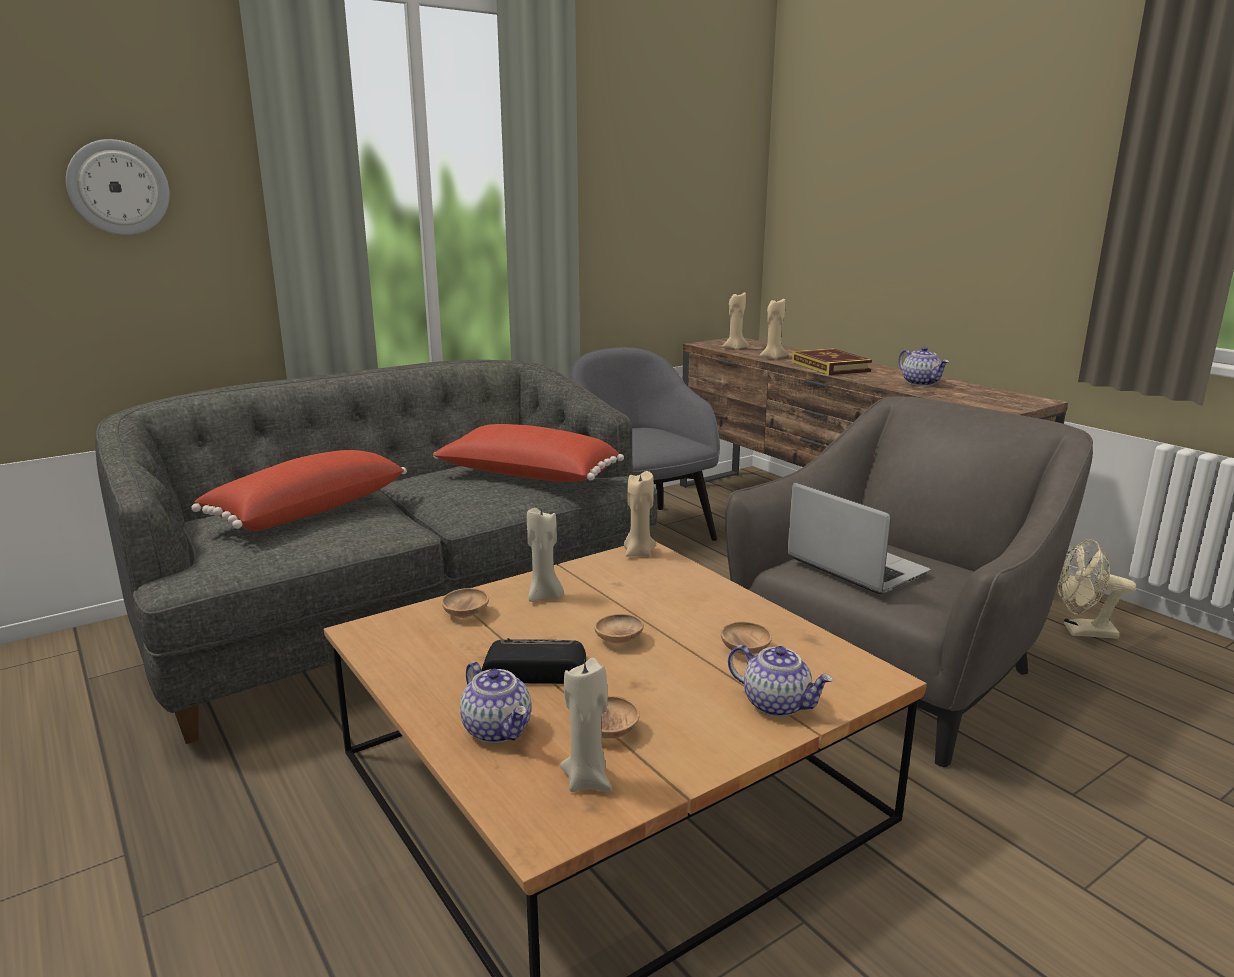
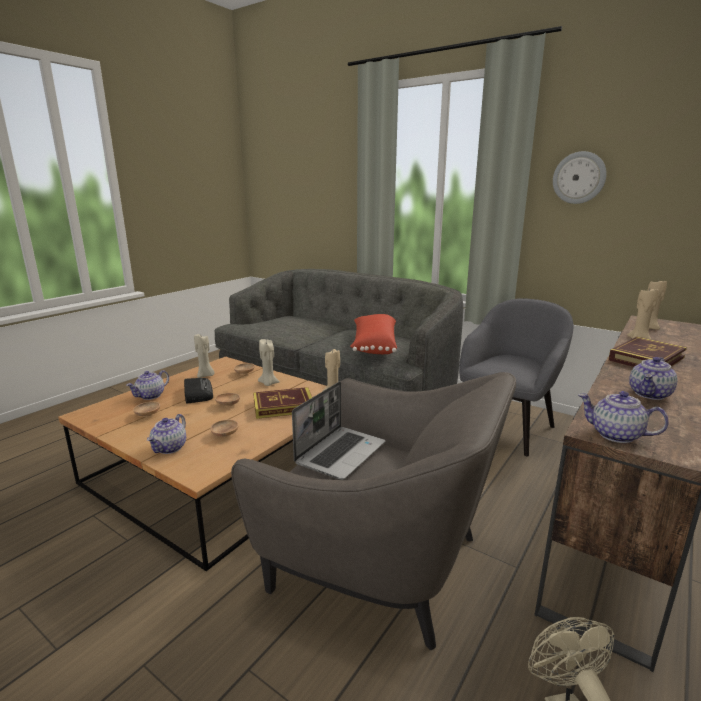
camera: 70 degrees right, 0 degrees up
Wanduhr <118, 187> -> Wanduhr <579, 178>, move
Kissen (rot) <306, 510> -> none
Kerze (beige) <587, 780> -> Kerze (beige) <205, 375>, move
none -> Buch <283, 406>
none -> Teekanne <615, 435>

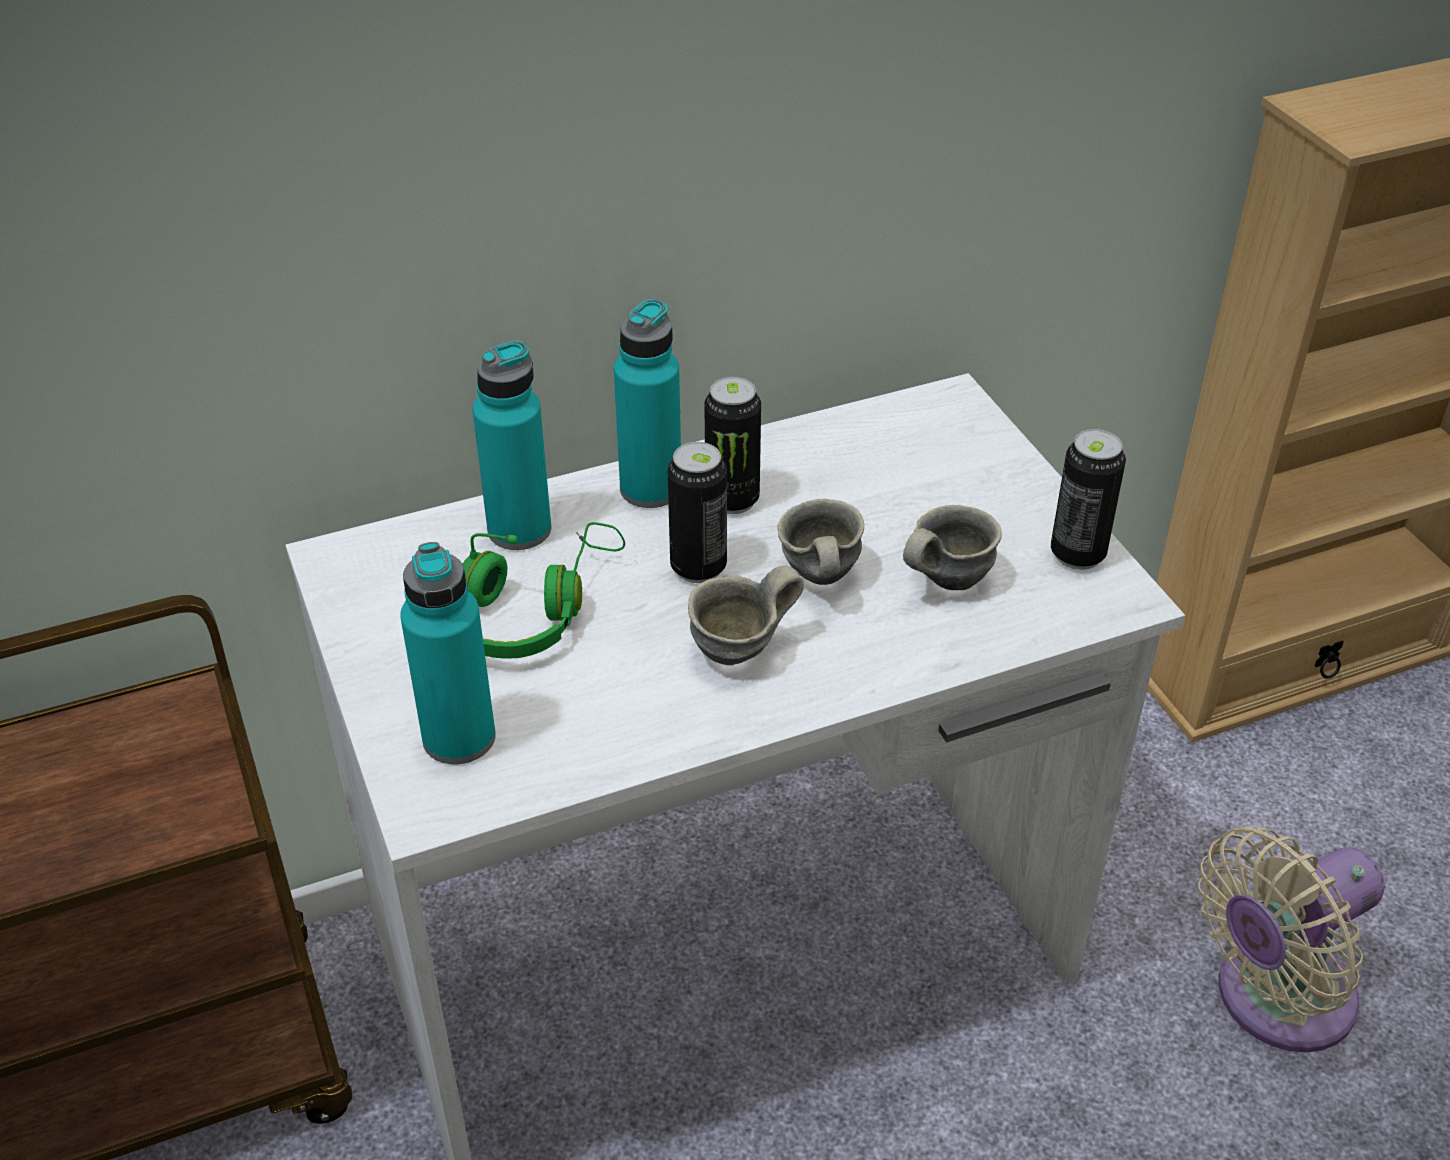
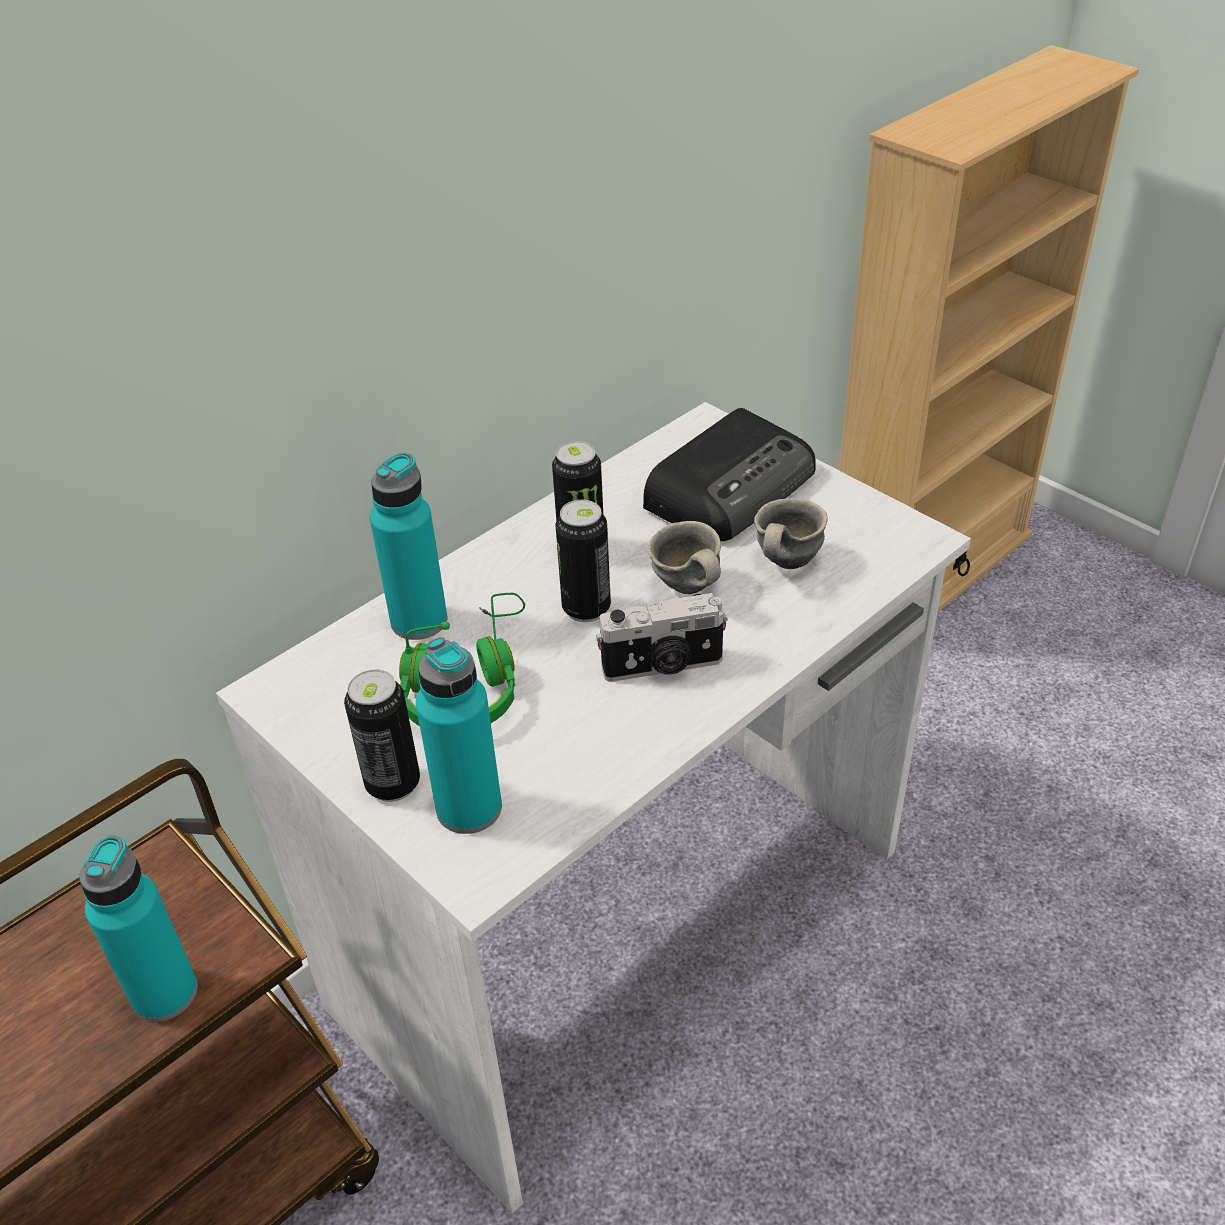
camera: 20 degrees left, 0 degrees up
Flasche (türkis) <651, 489> -> Flasche (türkis) <164, 993>, move
Henkelbecher (grau) <742, 654> -> Kamera <663, 667>
Dose <1077, 554> -> Dose <393, 784>, move
Ventilator (beige) <1273, 1000> -> none
none -> Radio <732, 487>

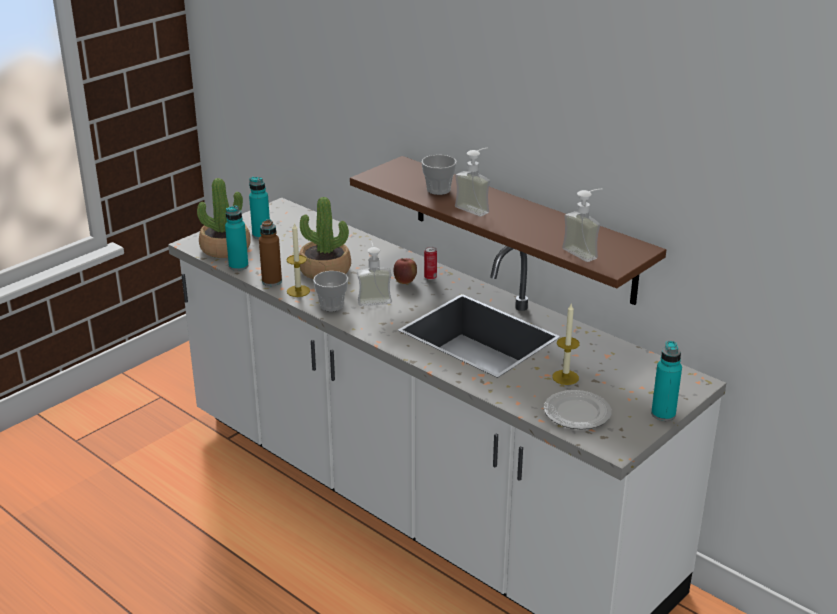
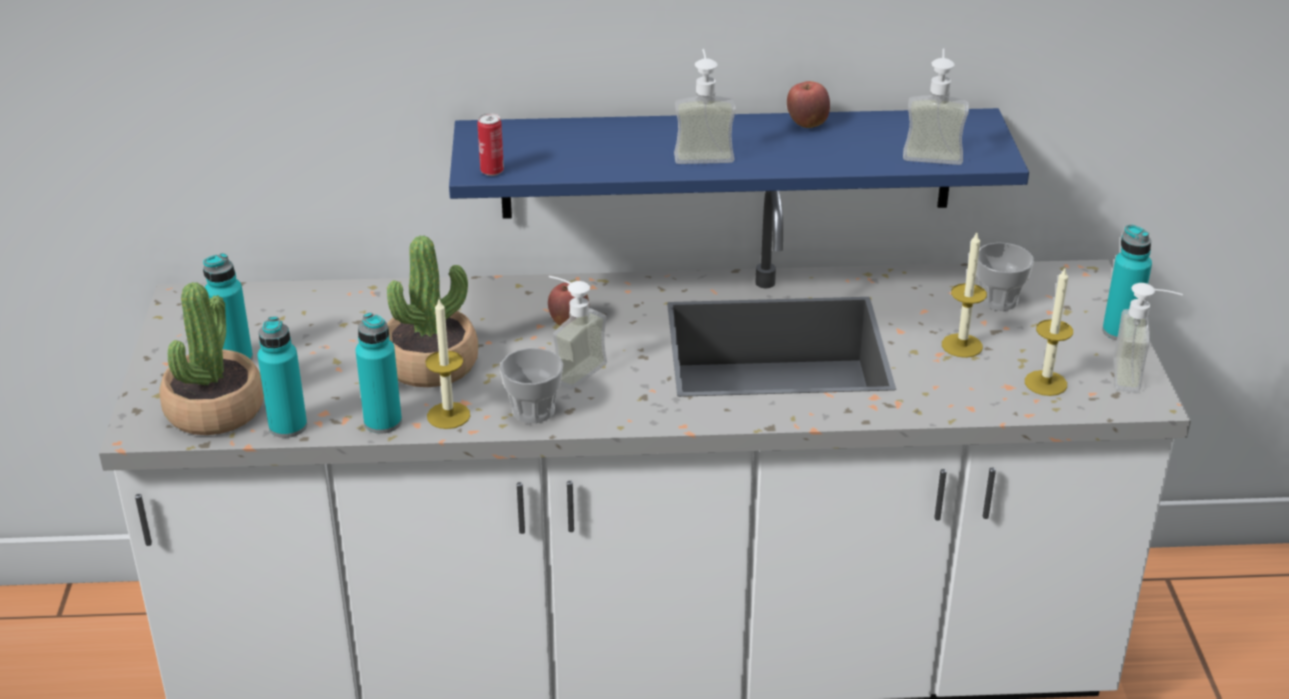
camera: 45 degrees left, 5 degrees up
Flasche (braun) <272, 281> -> Flasche (türkis) <383, 422>
Wandregal (braun) <521, 229> -> Wandregal (blau) <727, 163>
Tasse <438, 190> -> Tasse <998, 300>, move
Dose <430, 277> -> Dose <492, 171>, move
Teller <576, 413> -> Kerze <1045, 383>
none -> Apfel <807, 124>
none -> Seifenspender <1138, 376>

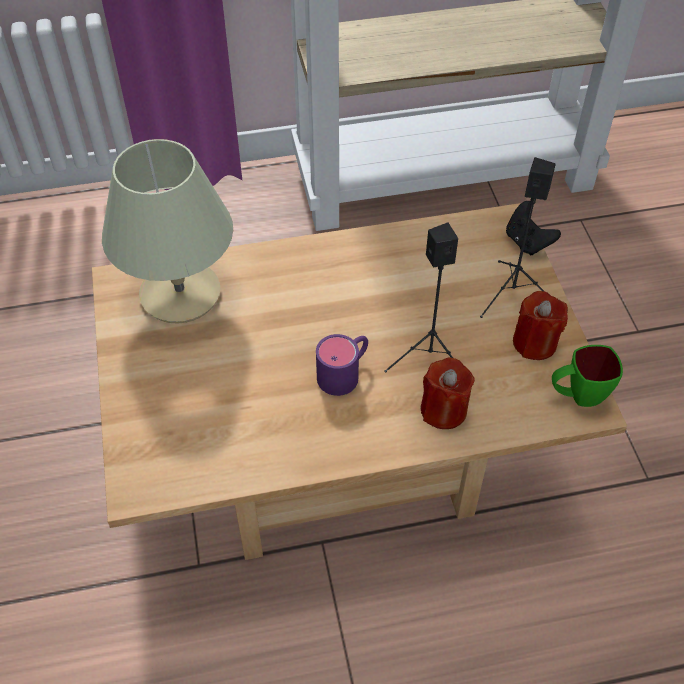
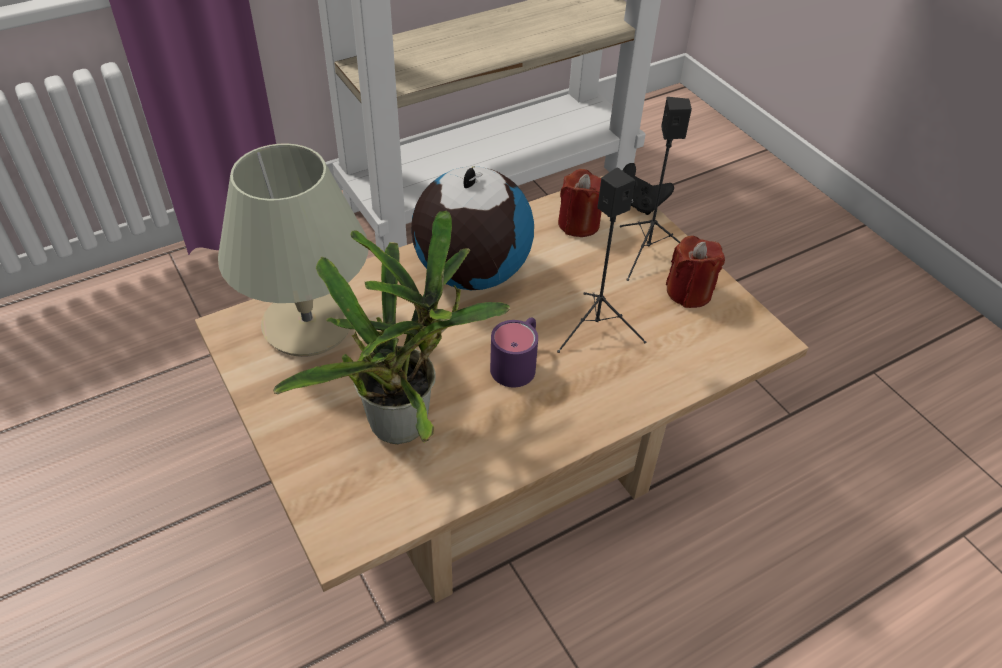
camera: 20 degrees left, 5 degrees down
Kerze (rot) <443, 410> -> Kerze (rot) <579, 224>, move
Henkelbecher (grün) <577, 396> -> none
none -> Topfpflanze <406, 419>
none -> Globus <471, 273>

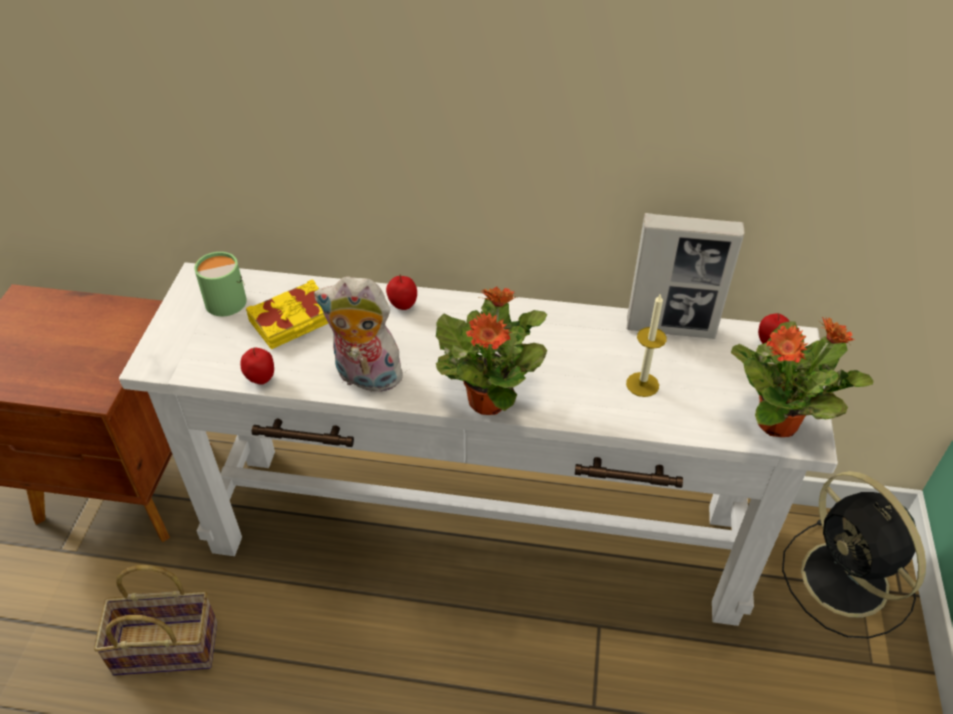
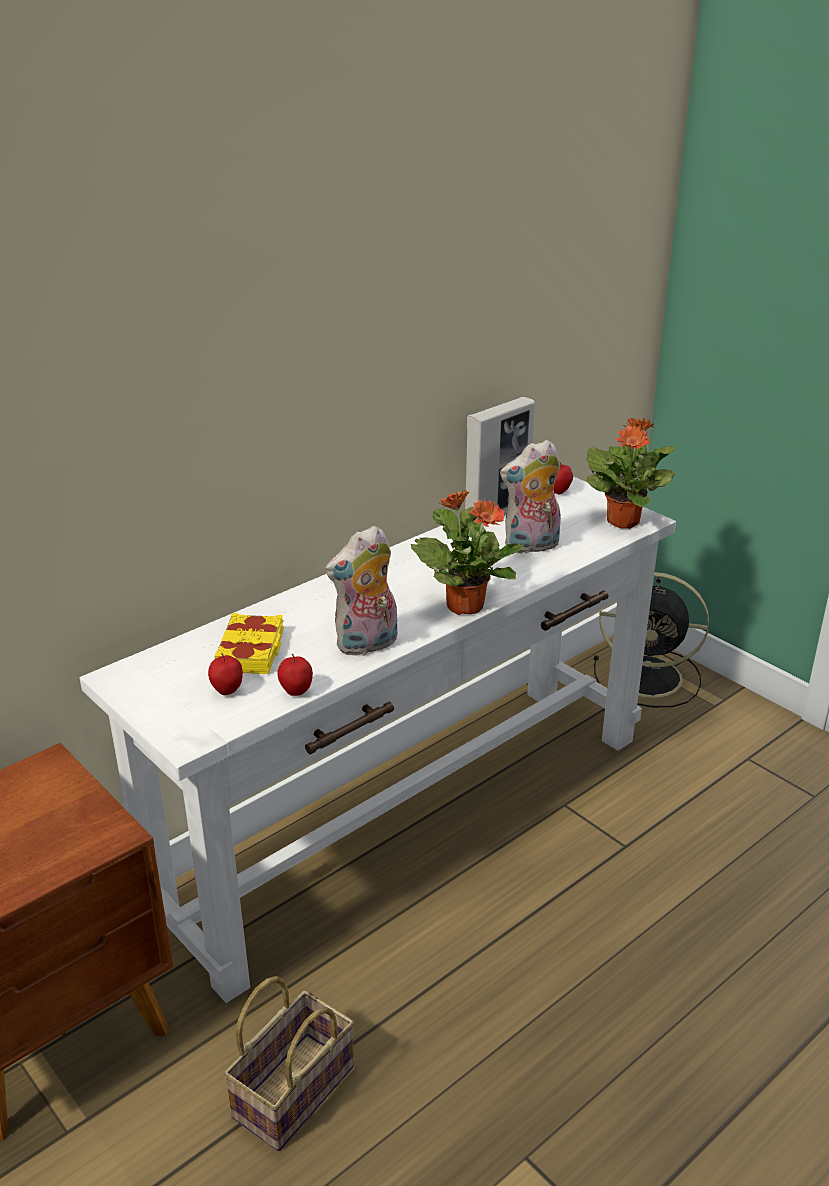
camera: 50 degrees left, 15 degrees down
Henkelbecher (grün) <225, 298> -> none
Apfel <403, 306> -> Apfel <227, 692>, move
Kerze <642, 384> -> Plüschtier <531, 546>

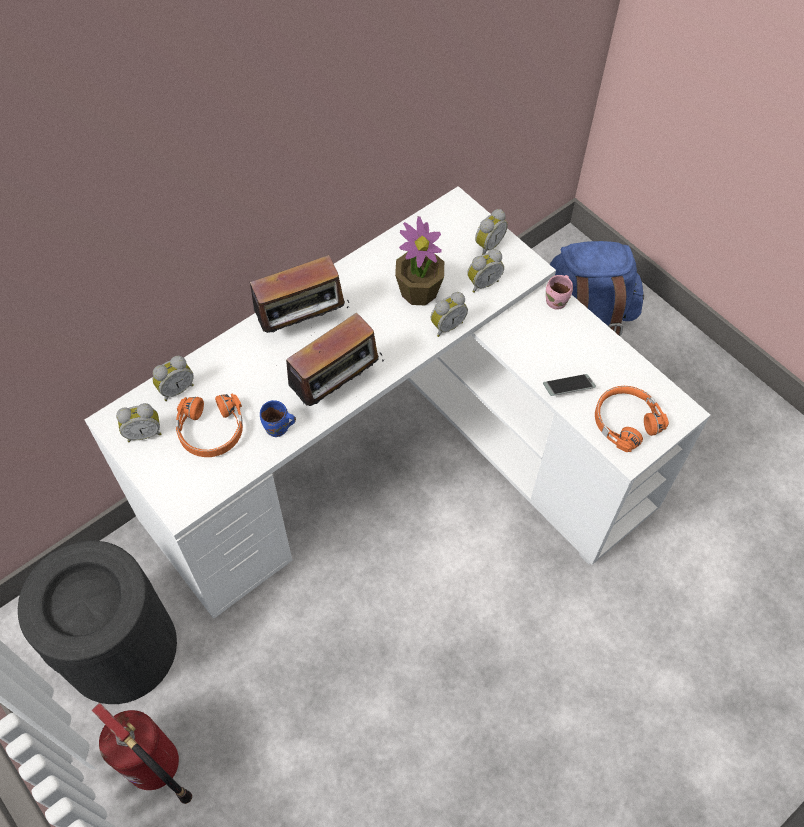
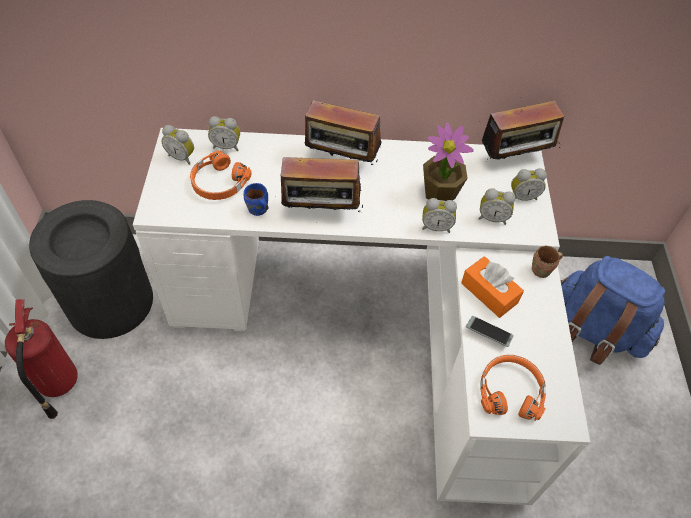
camera: 40 degrees right, 5 degrees down
Henkelbecher (rosa) <557, 301> -> Henkelbecher (braun) <542, 271>
none -> Taschentuchbox (orange) <489, 293>
none -> Radio <514, 159>

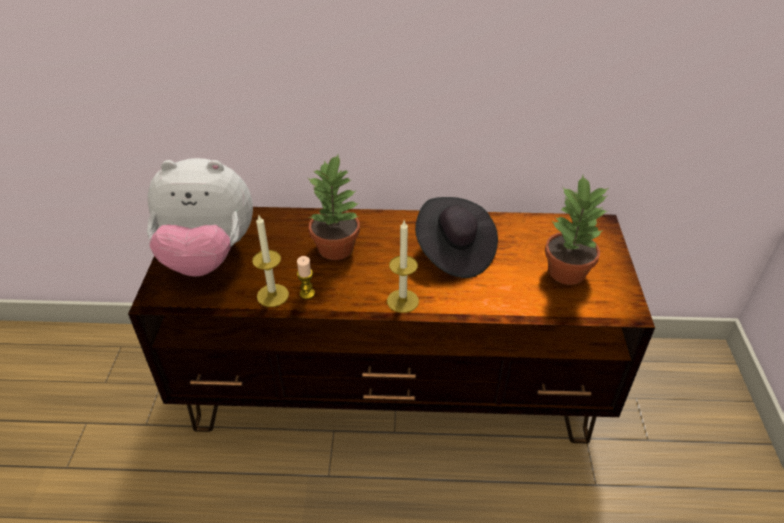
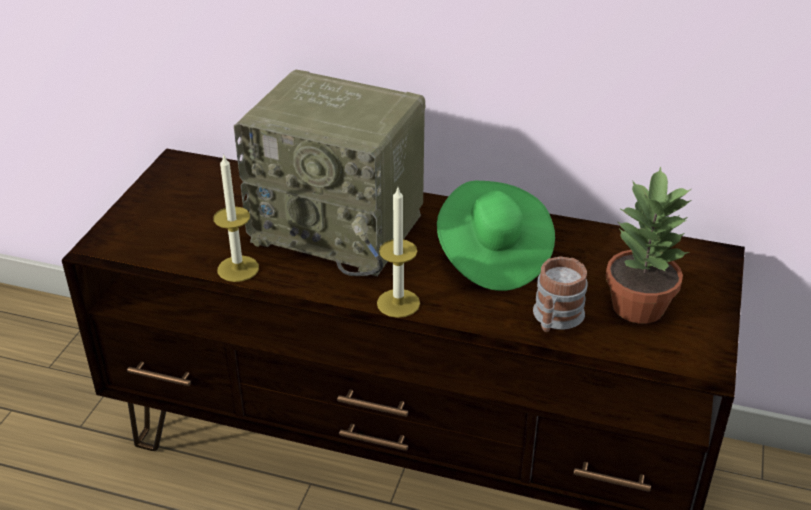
camera: 15 degrees right, 5 degrees down
Plüschtier <208, 257> -> none
Kerze <307, 293> -> none
Topfpflanze <337, 248> -> Radio <341, 228>
Hut (schwarz) <454, 252> -> Hut (grün) <492, 257>
none -> Henkelbecher <555, 319>

